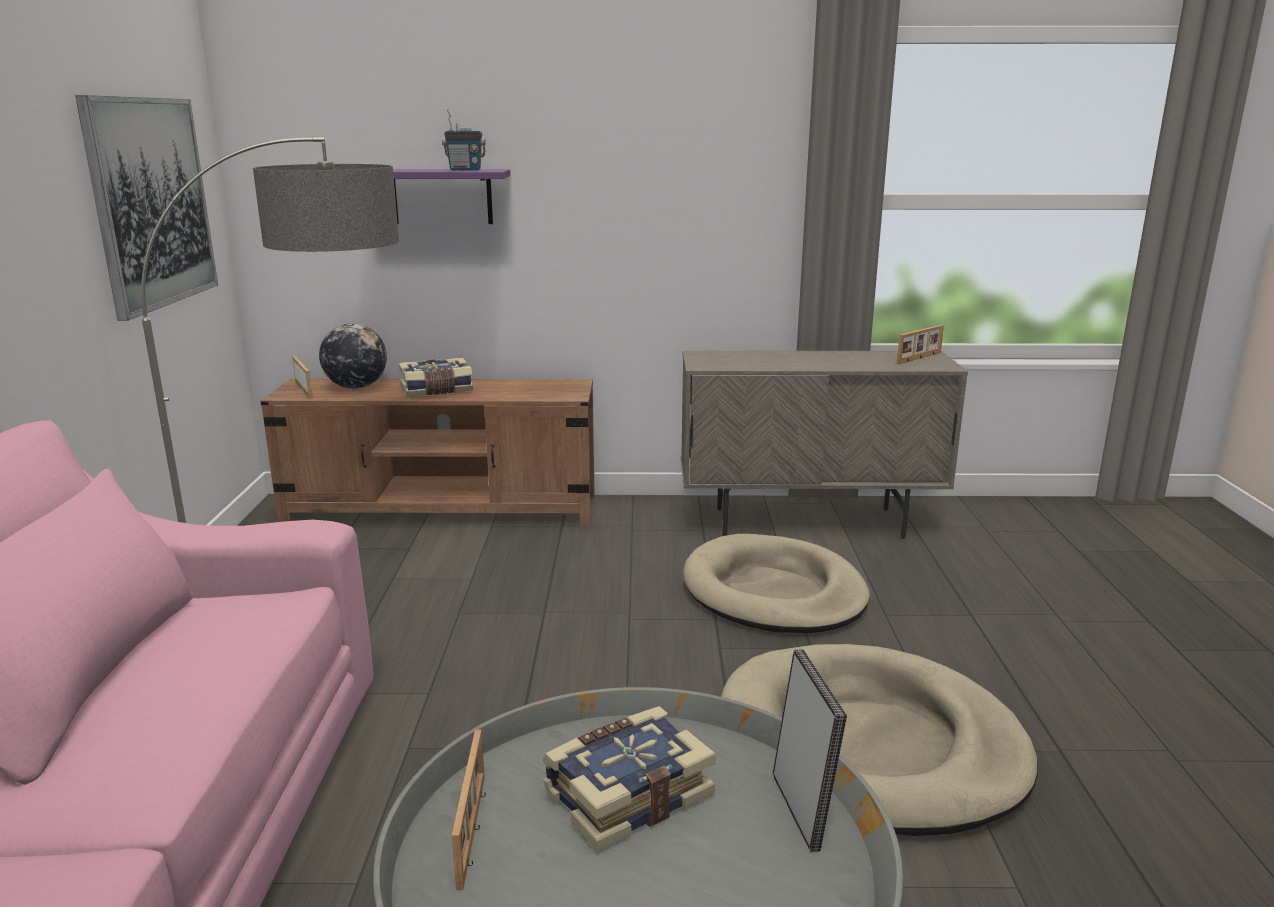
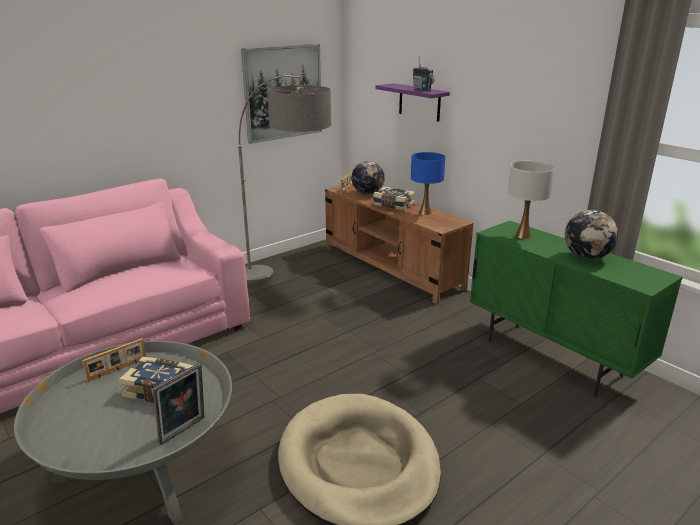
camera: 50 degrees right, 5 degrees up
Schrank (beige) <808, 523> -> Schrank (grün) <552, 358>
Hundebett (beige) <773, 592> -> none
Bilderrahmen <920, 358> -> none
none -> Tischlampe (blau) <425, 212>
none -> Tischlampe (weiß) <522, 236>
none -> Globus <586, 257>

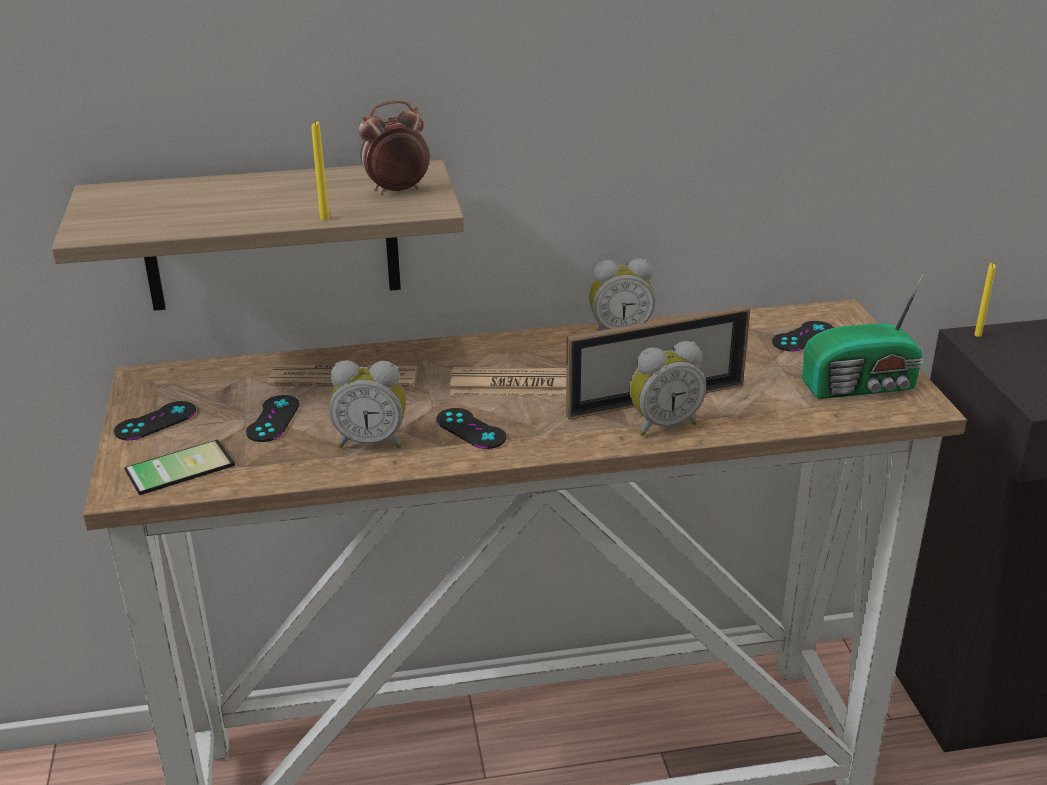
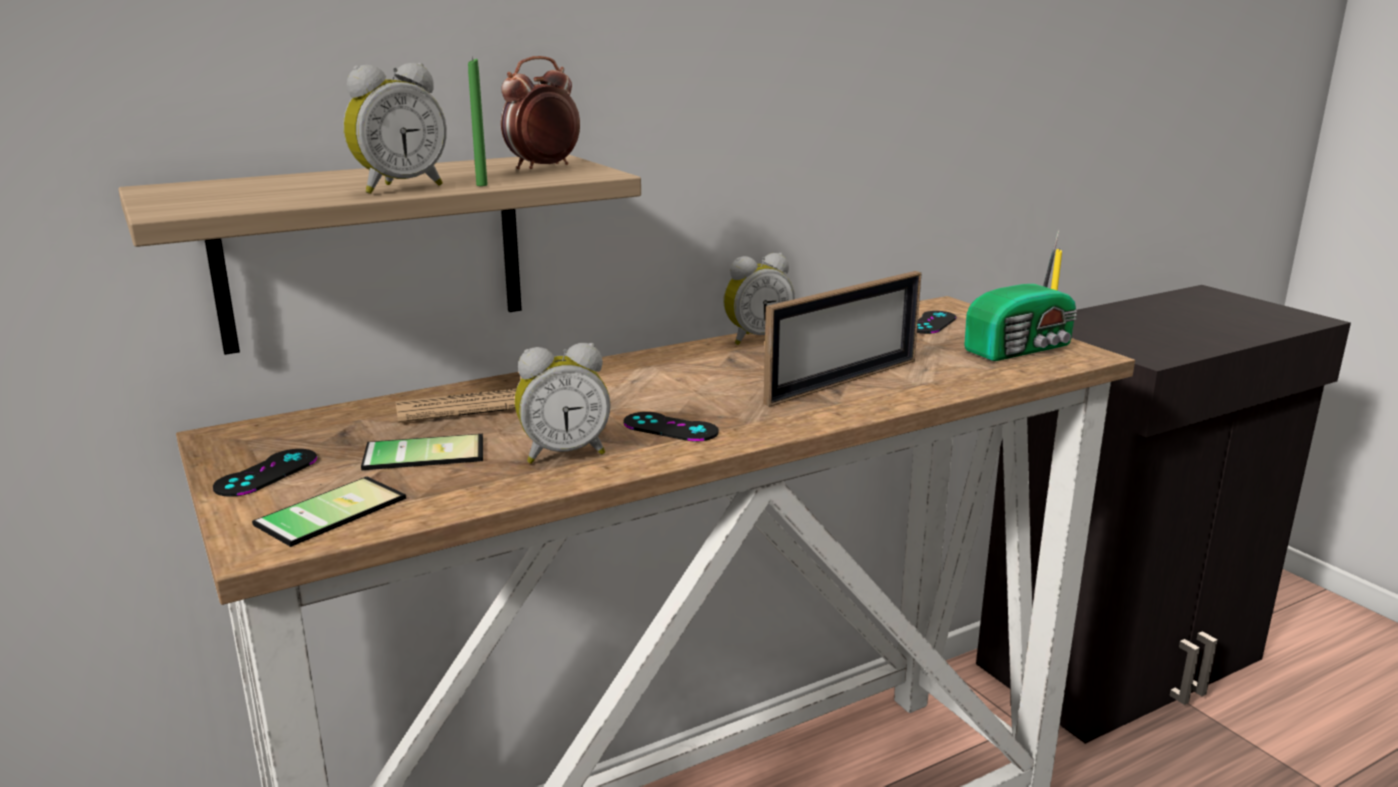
camera: 20 degrees left, 10 degrees down
Gamepad (schwarz) <273, 419> -> Handy <424, 450>
Kerze (gelb) <324, 218> -> Kerze (grün) <482, 185>
Zeitung <523, 384> -> none
Wecker <663, 424> -> Wecker <399, 188>, move

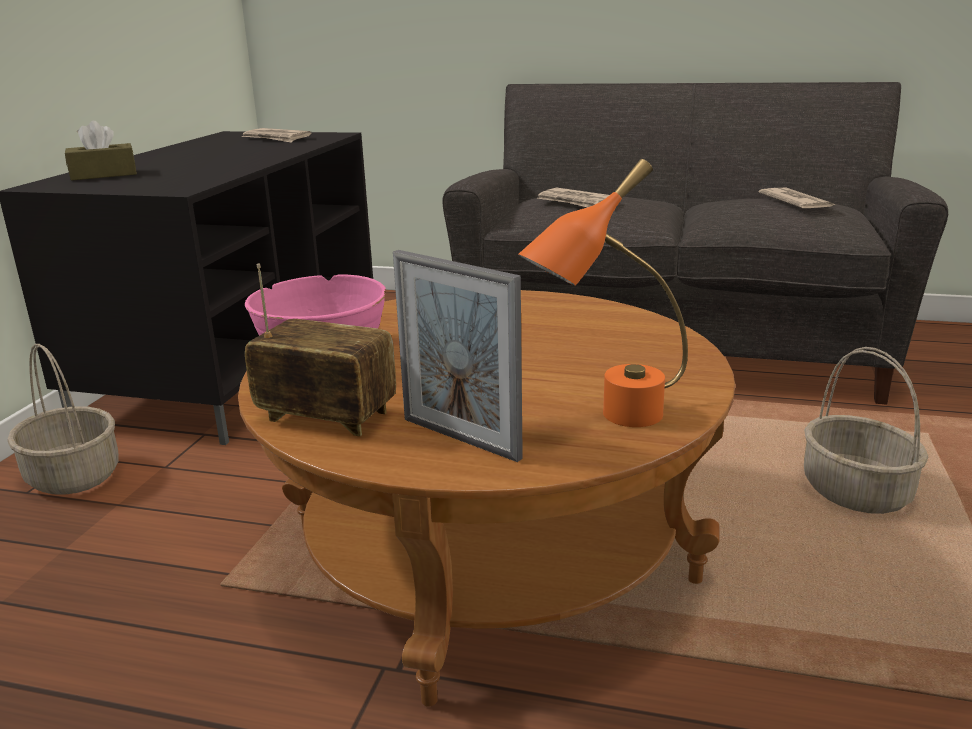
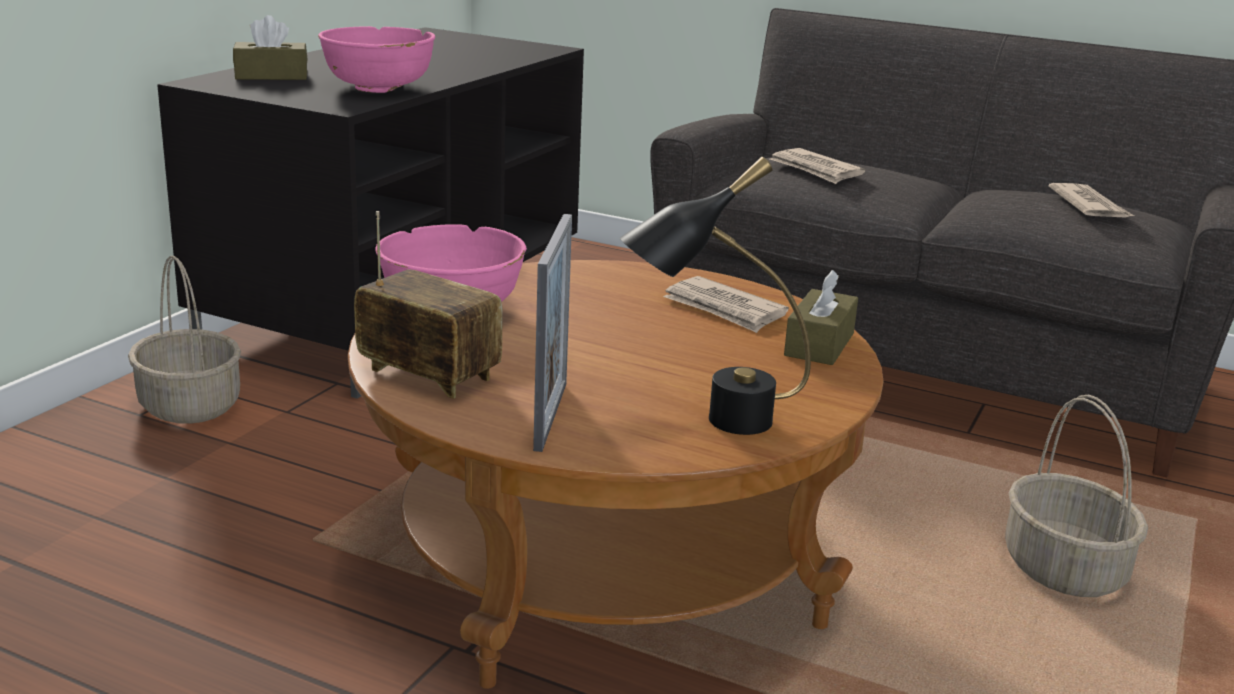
camera: 10 degrees right, 0 degrees up
Zeitung <276, 138> -> Zeitung <724, 309>, move
Bilderrahmen <460, 438> -> Bilderrahmen <550, 416>, 135 degrees counterclockwise
Tischlampe (orange) <608, 420> -> Tischlampe (schwarz) <710, 423>
none -> Schüssel (rosa) <378, 87>
none -> Taschentuchbox (braun) <819, 344>

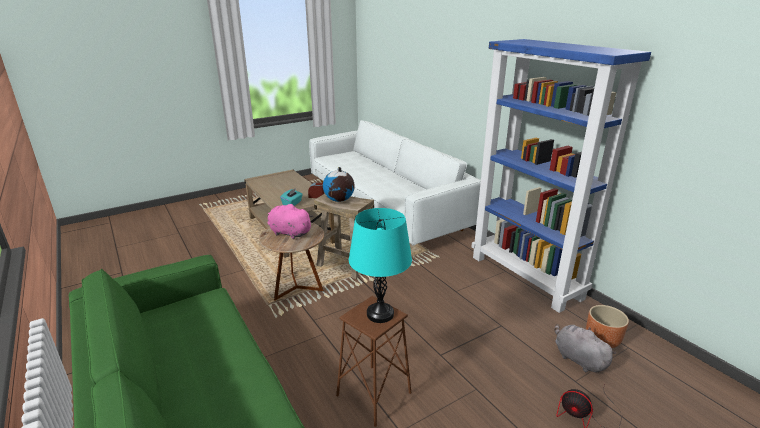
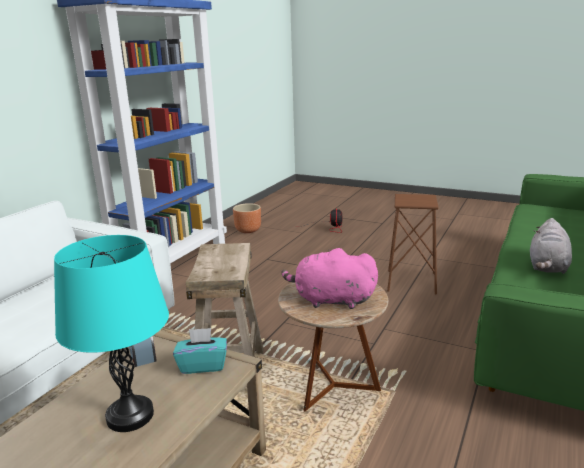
camera: 120 degrees left, 5 degrees down
Plüschtier (rosa) <288, 233> -> Plüschtier (rosa) <331, 300>, 105 degrees clockwise
Globus <339, 200> -> none
Tischlampe (türkis) <380, 314> -> Tischlampe (türkis) <130, 416>, move
Plüschtier (grau) <577, 359> -> Plüschtier (grau) <547, 267>, move

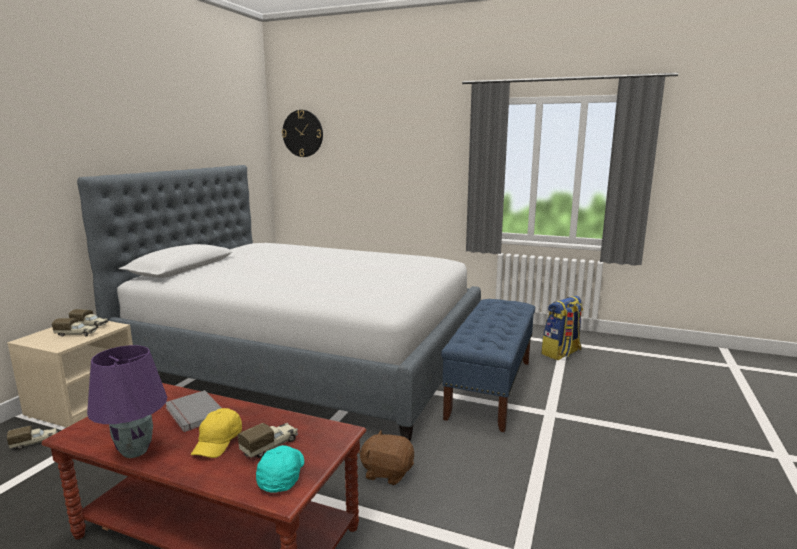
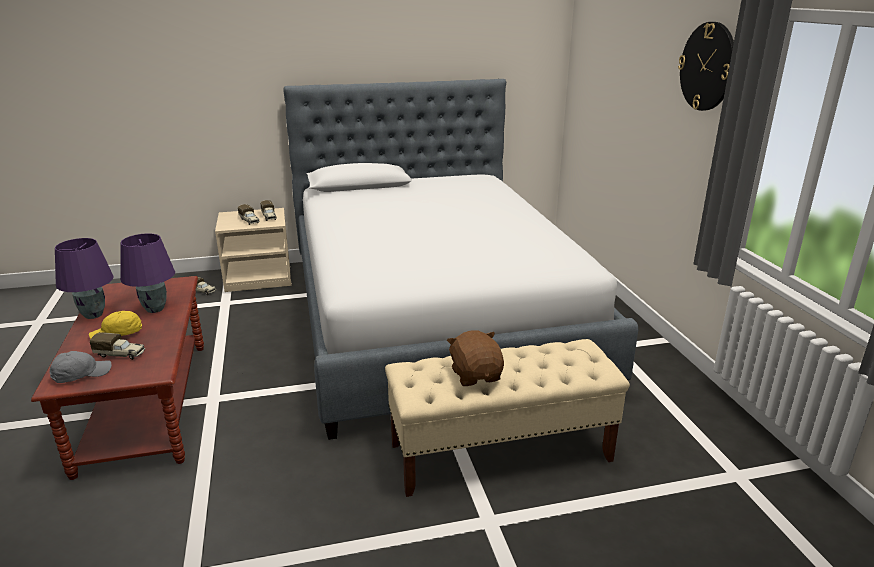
camera: 55 degrees right, 10 degrees up
Buch (grau) <193, 413> -> Tischlampe (lila) <154, 309>
Kappe (türkis) <281, 475> -> Kappe (grau) <81, 374>
Wanduhr <303, 133> -> Wanduhr <707, 66>, move
Plüschtier (braun) <387, 472> -> Plüschtier (braun) <476, 375>, move
Bank (blau) <490, 388> -> Bank (beige) <501, 452>
Rucksack <561, 353> -> none

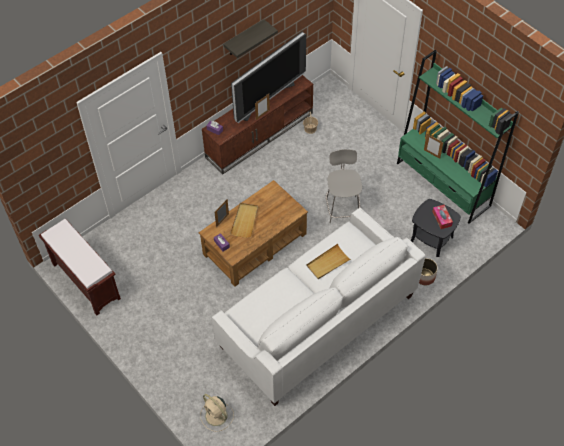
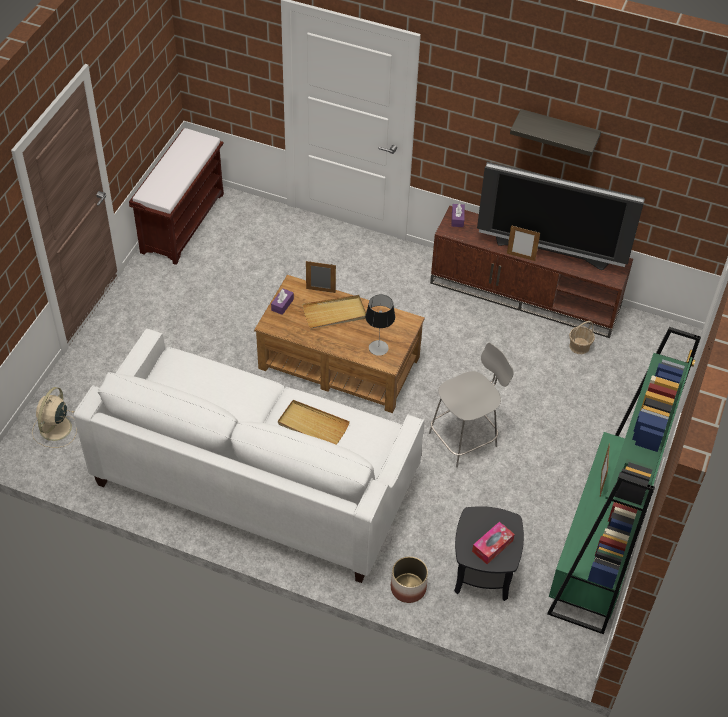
camera: 60 degrees right, 5 degrees down
none -> Tischlampe <378, 348>

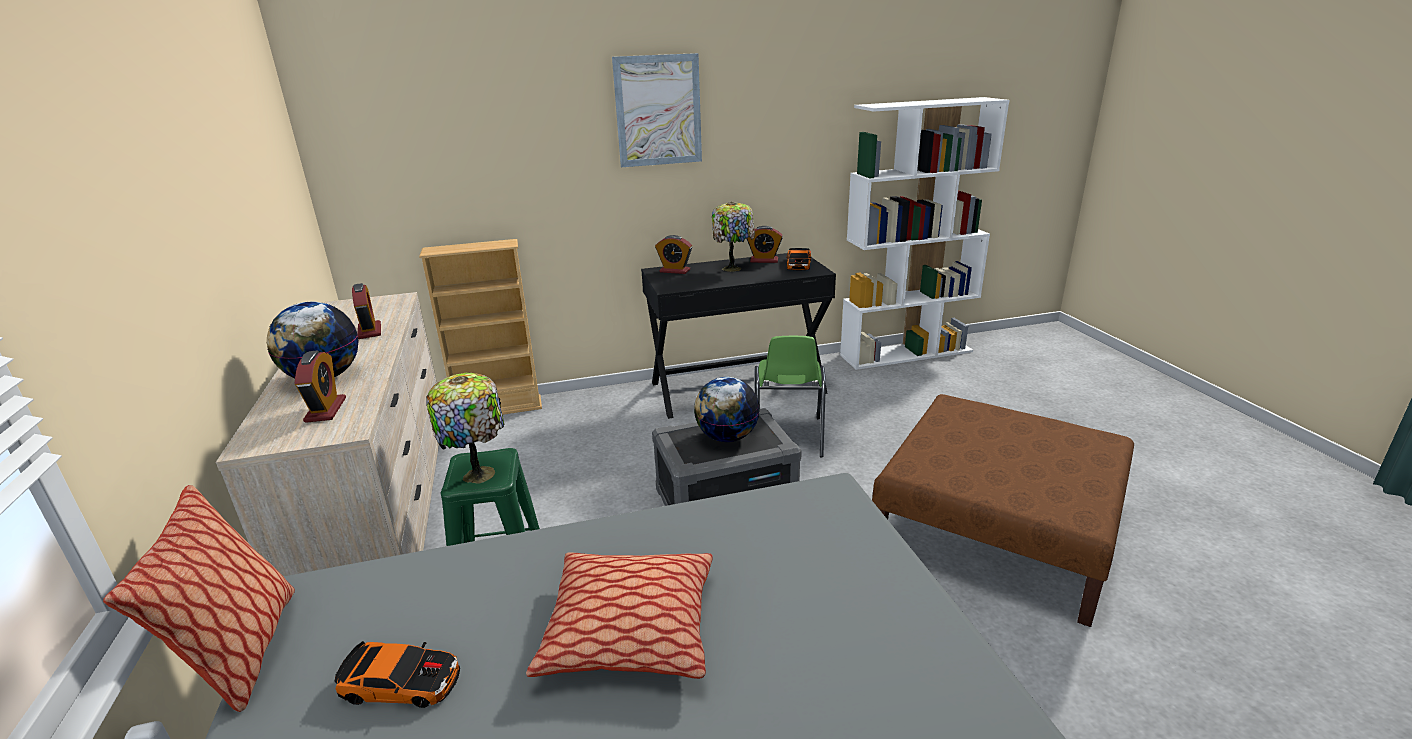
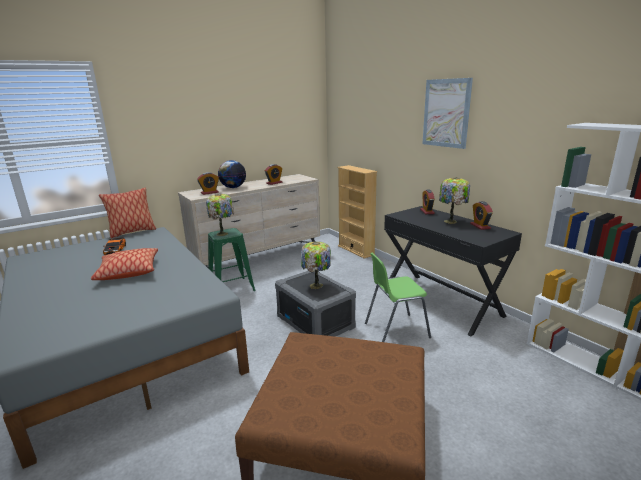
camera: 70 degrees right, 5 degrees down
Globus <726, 437> -> Tischlampe <316, 286>
Spielzeugauto <799, 264> -> none

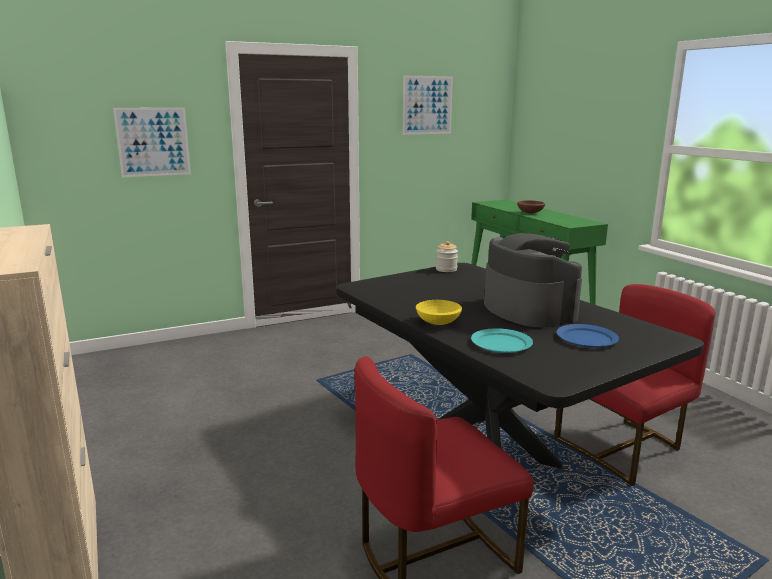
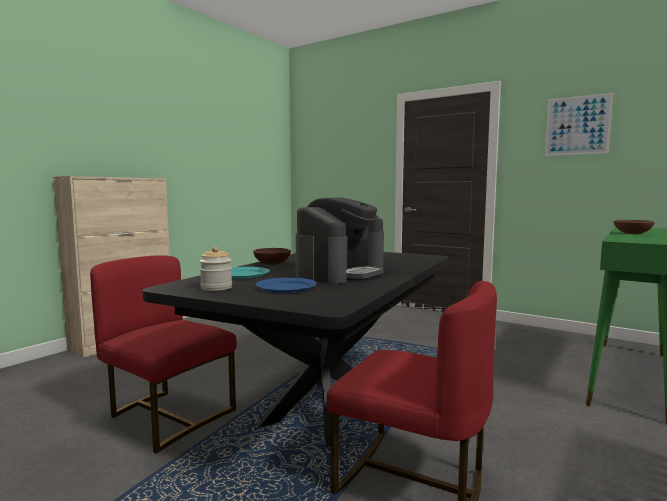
camera: 60 degrees right, 10 degrees down
Bild <153, 142> -> none
Schüssel (gelb) <438, 322> -> Schüssel (braun) <272, 264>
Vorratsglas <446, 269> -> Vorratsglas <216, 288>, move

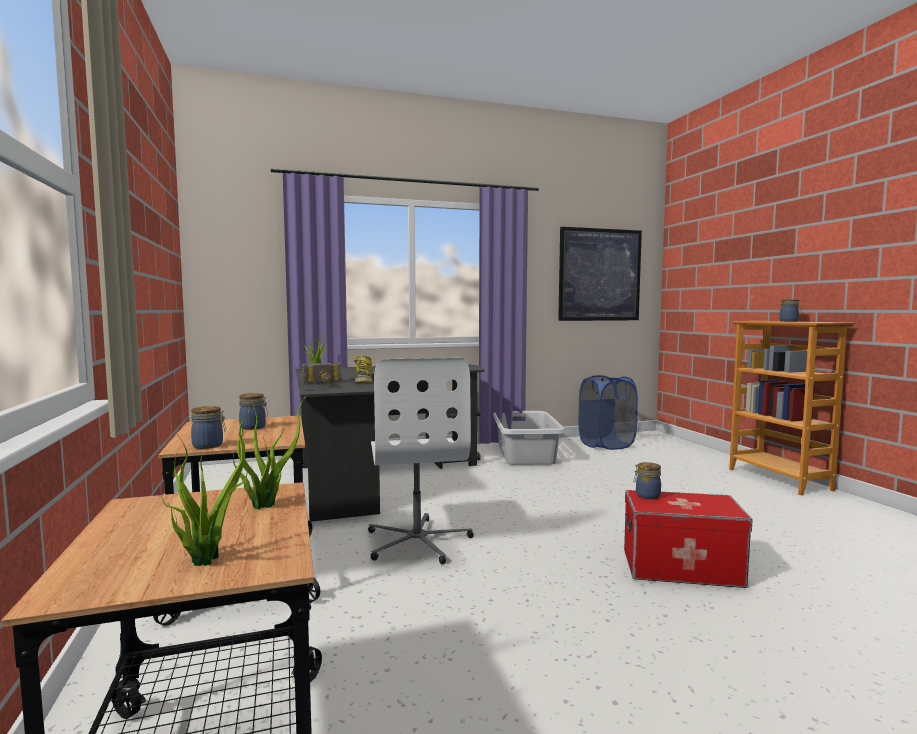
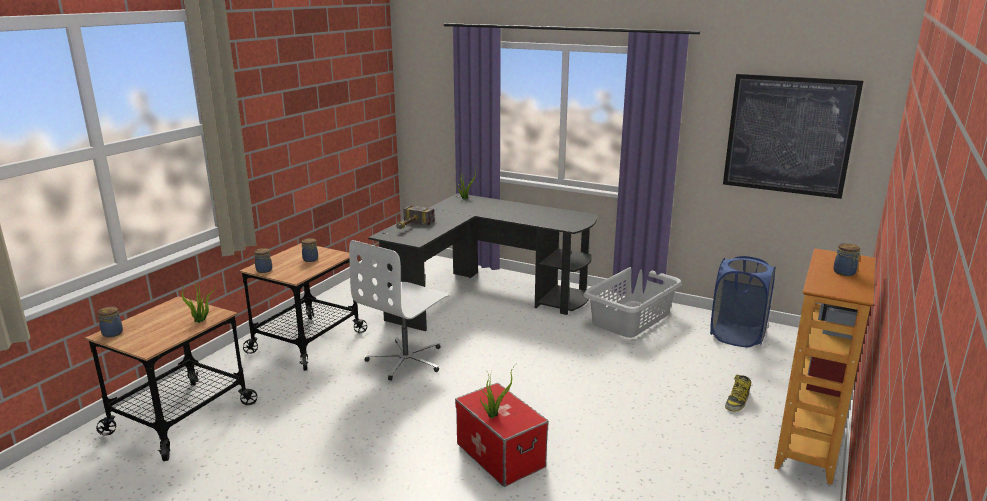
camera: 45 degrees right, 15 degrees up
Topfpflanze <205, 558> -> Topfpflanze <493, 414>, move
Stiefel <363, 381> -> Stiefel <737, 401>, move
Vorratsglas <646, 495> -> Vorratsglas <113, 333>, move

